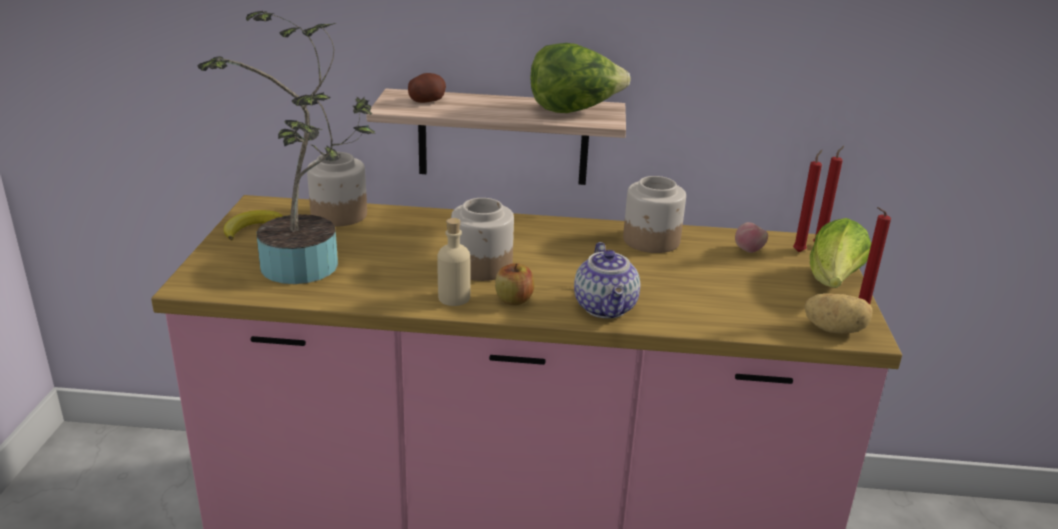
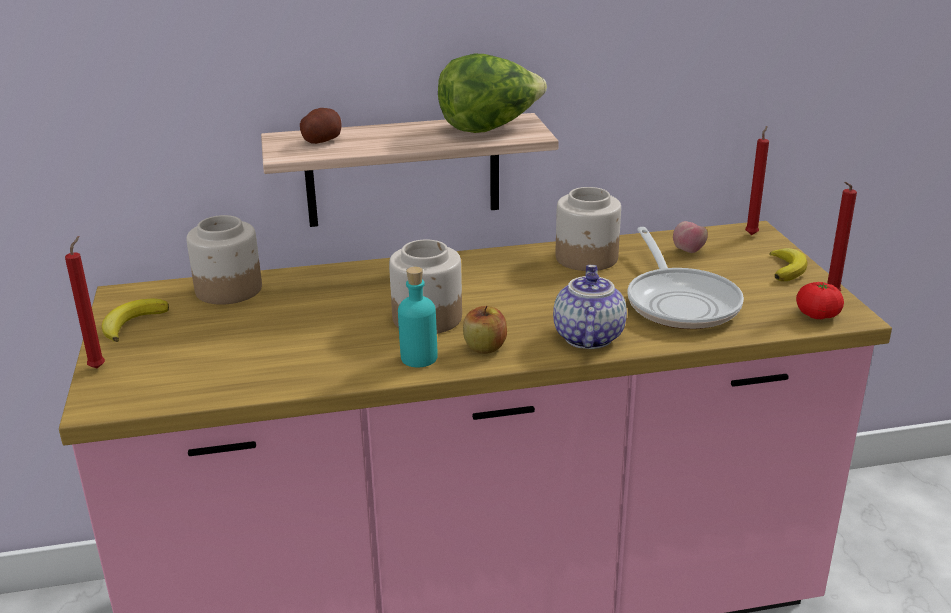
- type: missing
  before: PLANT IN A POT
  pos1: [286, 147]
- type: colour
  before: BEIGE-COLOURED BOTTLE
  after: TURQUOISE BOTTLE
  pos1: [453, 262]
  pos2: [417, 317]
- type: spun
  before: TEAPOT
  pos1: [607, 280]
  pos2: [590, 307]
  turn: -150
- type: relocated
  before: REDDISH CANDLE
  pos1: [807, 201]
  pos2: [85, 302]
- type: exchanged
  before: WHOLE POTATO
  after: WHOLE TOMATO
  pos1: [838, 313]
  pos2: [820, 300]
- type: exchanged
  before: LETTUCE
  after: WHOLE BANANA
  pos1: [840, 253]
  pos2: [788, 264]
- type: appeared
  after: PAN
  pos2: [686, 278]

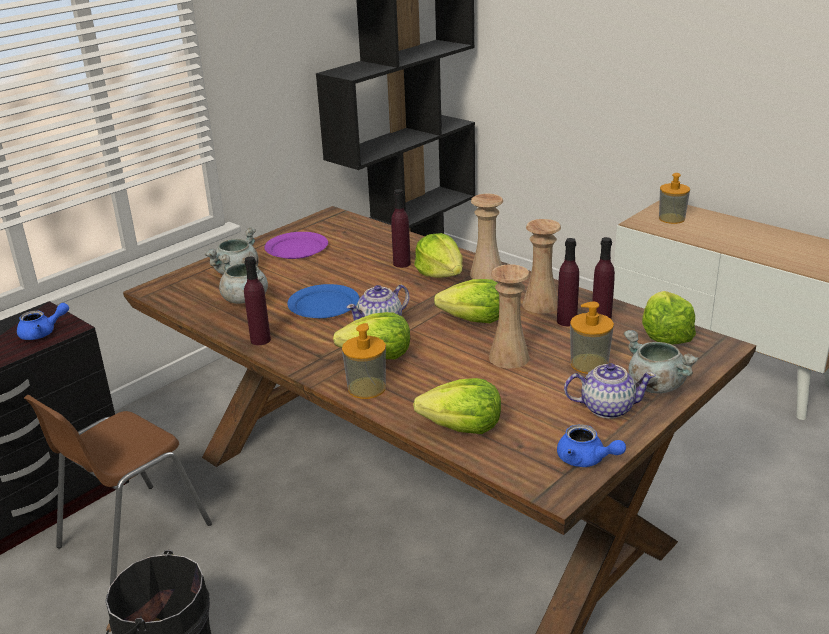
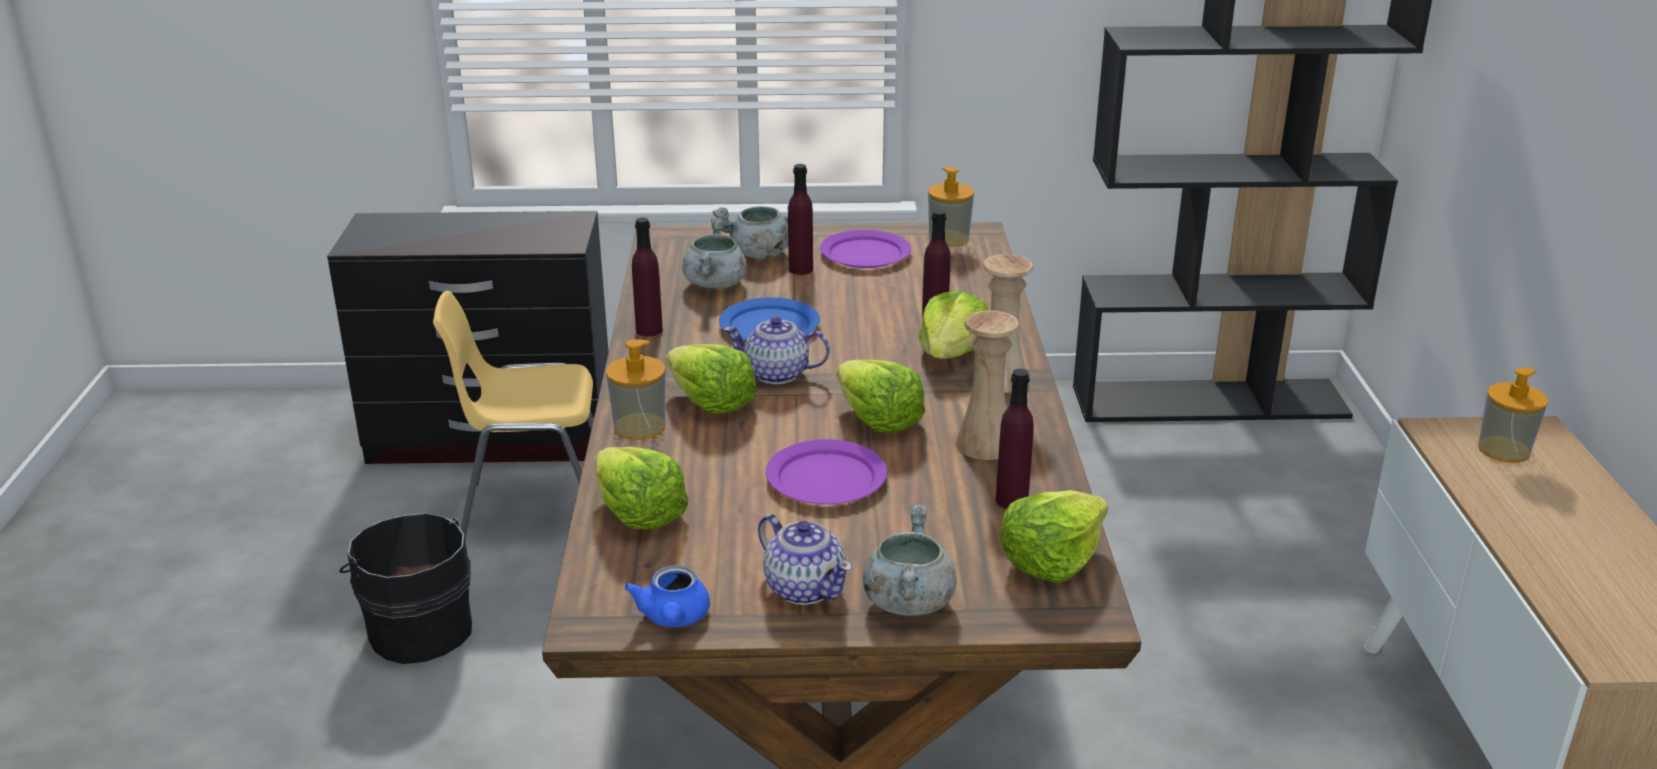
- type: missing
  before: BLUE-COLOURED TEAPOT
  pos1: [43, 321]
- type: colour
  before: BROWN-COLOURED CHAIR
  after: YELLOW-COLOURED CHAIR
  pos1: [118, 490]
  pos2: [513, 415]
- type: exchanged
  before: BEIGE-COLOURED DECORATIVE VASE
  after: PURPLE PLATE
  pos1: [509, 316]
  pos2: [826, 471]
- type: relocated
  before: PURPLE BOTTLE
  pos1: [568, 282]
  pos2: [800, 219]
- type: relocated
  before: LIQUID SOAP BOTTLE
  pos1: [592, 338]
  pos2: [951, 207]

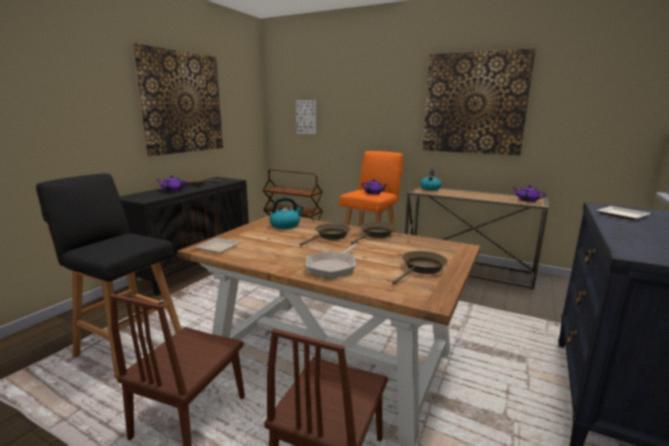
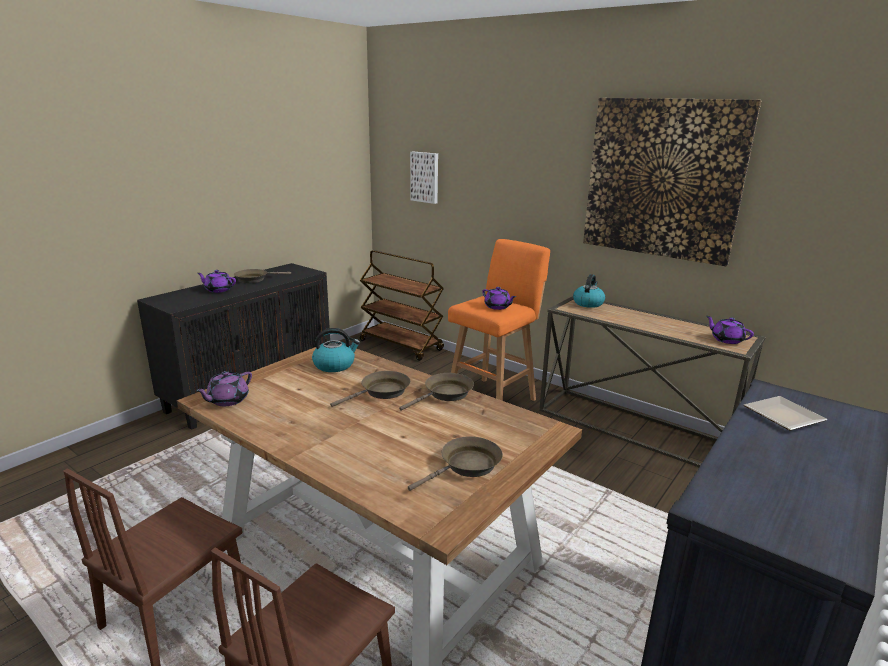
- type: missing
  before: BLACKISH STOOL SEAT
  pos1: [108, 276]
- type: missing
  before: WALL PICTURE
  pos1: [177, 99]
- type: exchanged
  before: PLATE
  after: PURPLE TEAPOT
  pos1: [217, 245]
  pos2: [223, 388]
- type: missing
  before: PAN
  pos1: [331, 261]

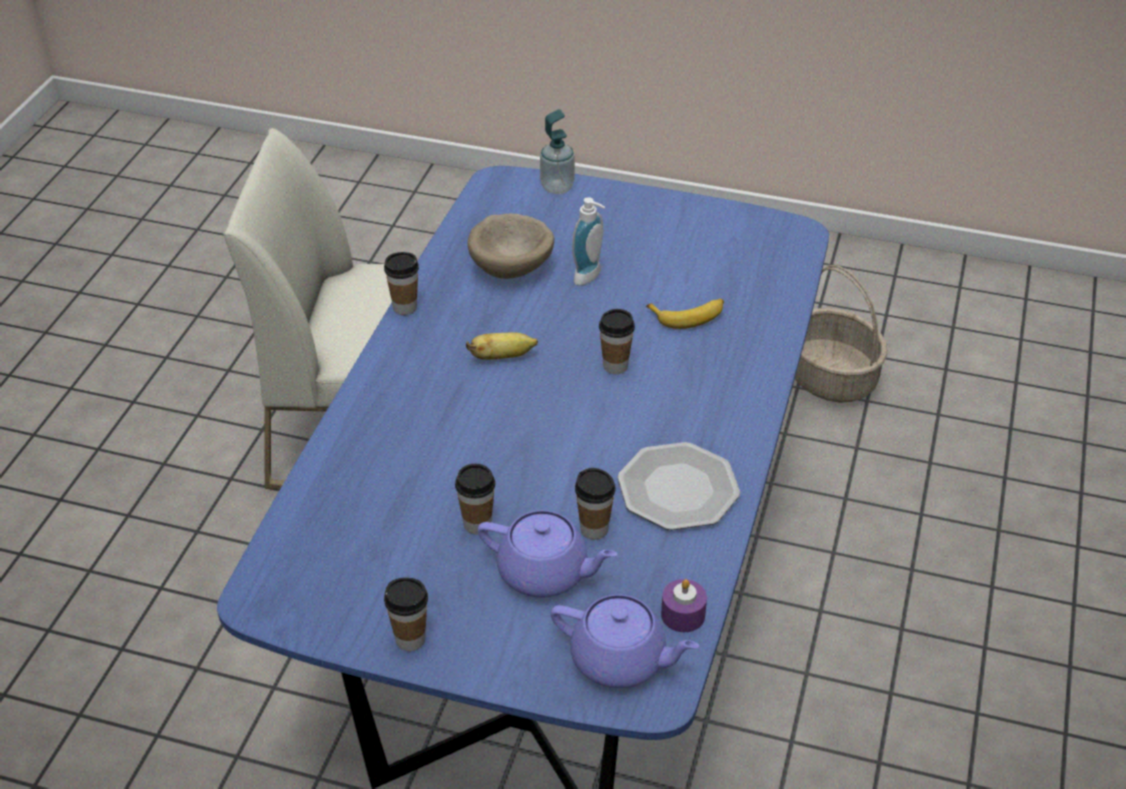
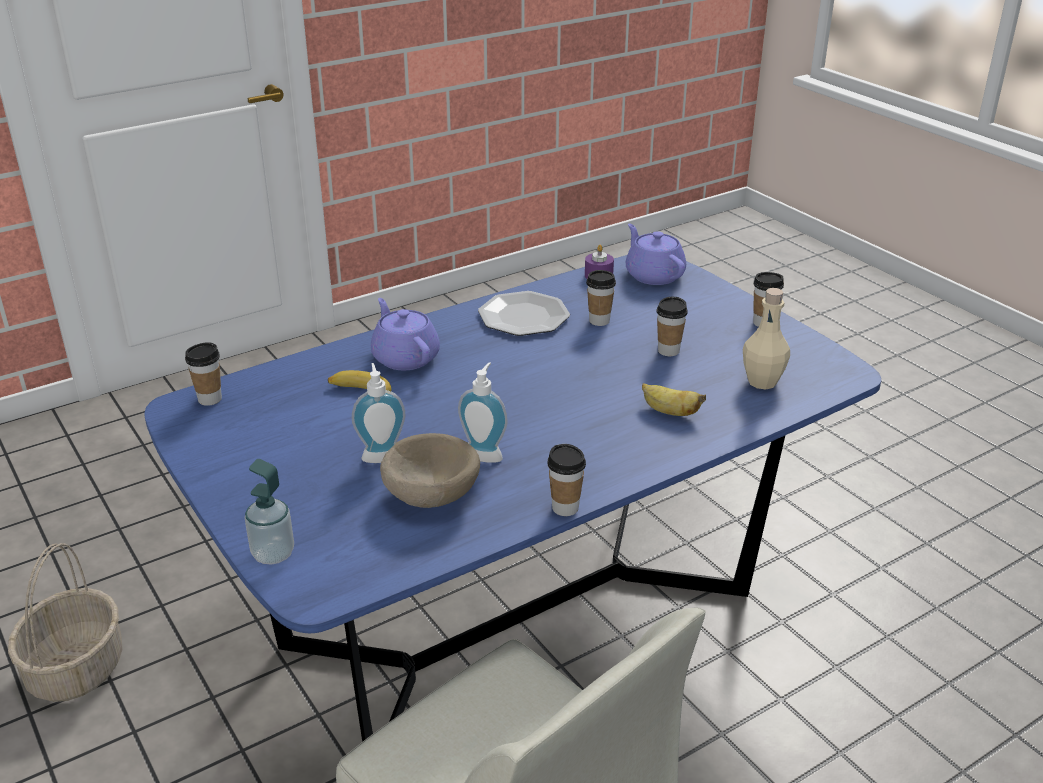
- type: relocated
  before: WHOLE BANANA
  pos1: [502, 346]
  pos2: [674, 399]
- type: relocated
  before: PURPLE TEAPOT
  pos1: [547, 554]
  pos2: [405, 334]
- type: relocated
  before: SMALL CUP
  pos1: [617, 341]
  pos2: [203, 374]
- type: appeared
  after: LIQUID SOAP BOTTLE
  pos2: [482, 412]
- type: appeared
  after: BEIGE-COLOURED BOTTLE
  pos2: [766, 339]

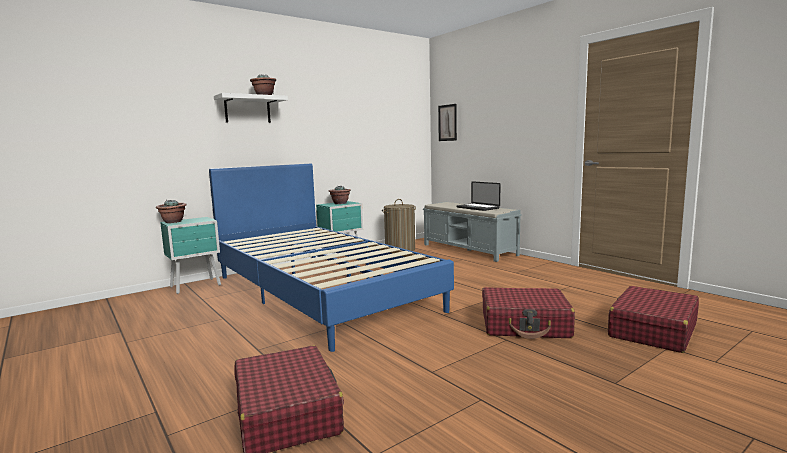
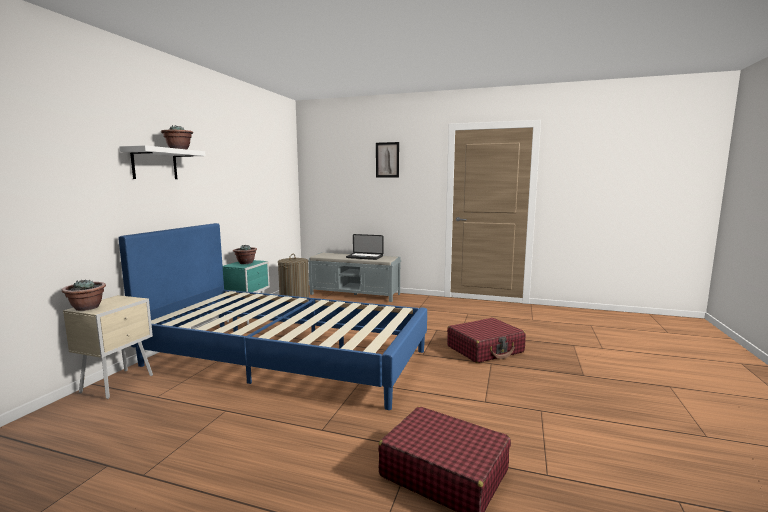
- type: colour
  before: TURQUOISE NIGHTSTAND
  after: BEIGE-COLOURED NIGHTSTAND
  pos1: [190, 255]
  pos2: [108, 347]
- type: relocated
  before: WALL PICTURE
  pos1: [447, 122]
  pos2: [387, 160]
- type: missing
  before: REDDISH SUITCASE
  pos1: [653, 319]

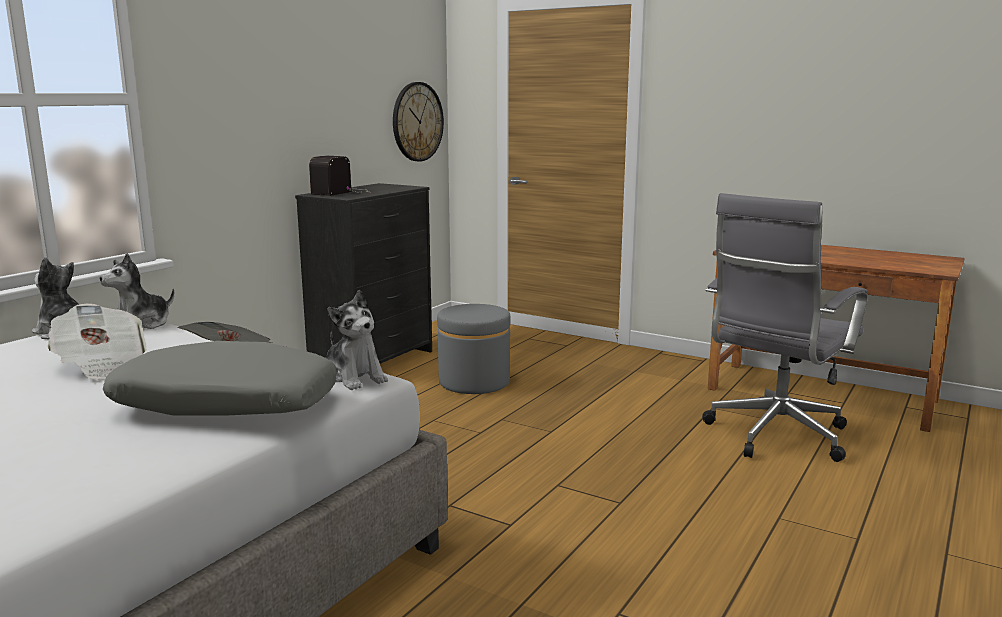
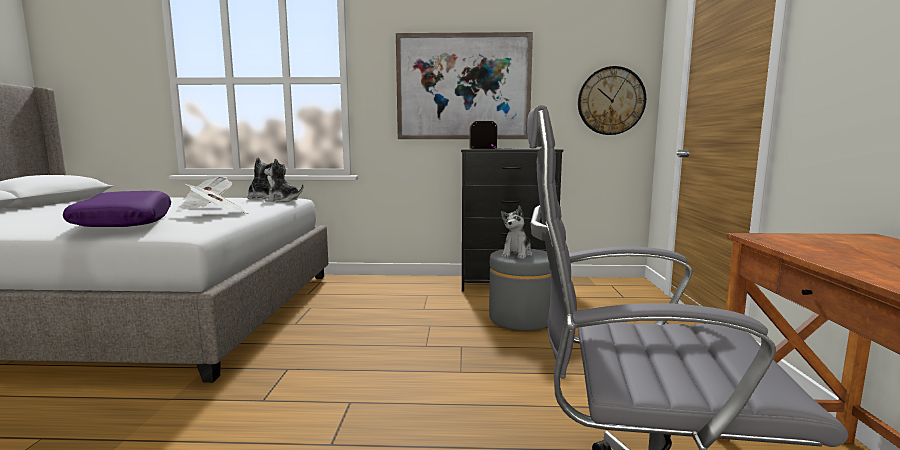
- type: colour
  before: GRAY PILLOW
  after: PURPLE PILLOW
  pos1: [220, 378]
  pos2: [117, 209]
- type: relocated
  before: CUDDLY TOY
  pos1: [357, 340]
  pos2: [517, 232]
- type: appeared
  after: WALL PICTURE
  pos2: [464, 85]

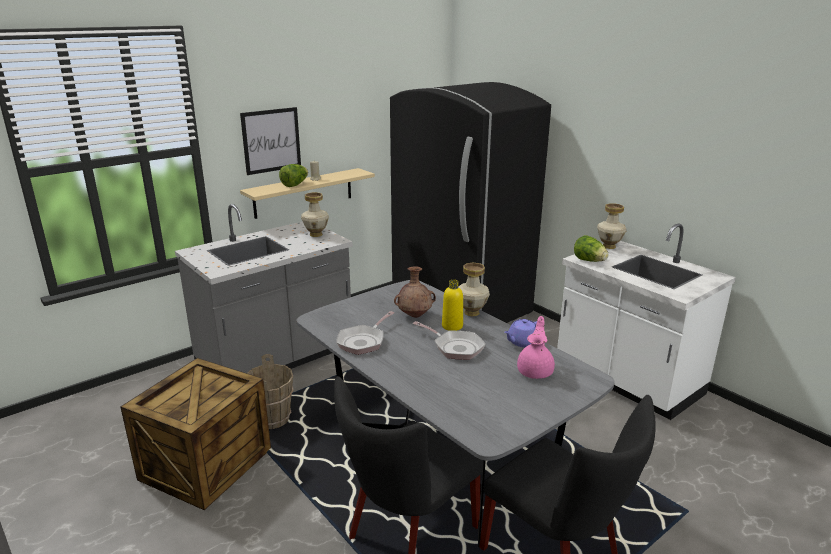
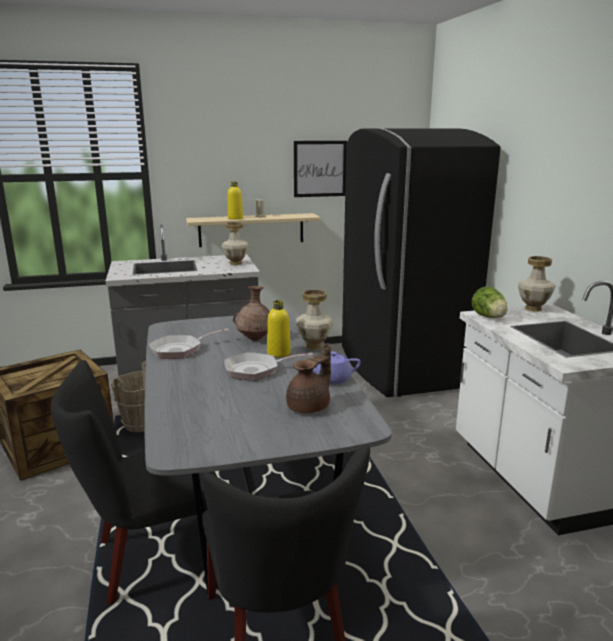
- type: relocated
  before: WALL PICTURE
  pos1: [270, 141]
  pos2: [320, 169]
- type: exchanged
  before: LETTUCE
  after: YELLOW-COLOURED BOTTLE
  pos1: [293, 175]
  pos2: [235, 201]
- type: spun
  before: PAN
  pos1: [449, 340]
  pos2: [268, 366]
  turn: 105
- type: colour
  before: PINK-COLOURED TEAPOT
  after: BROWN-COLOURED TEAPOT
  pos1: [536, 347]
  pos2: [308, 378]

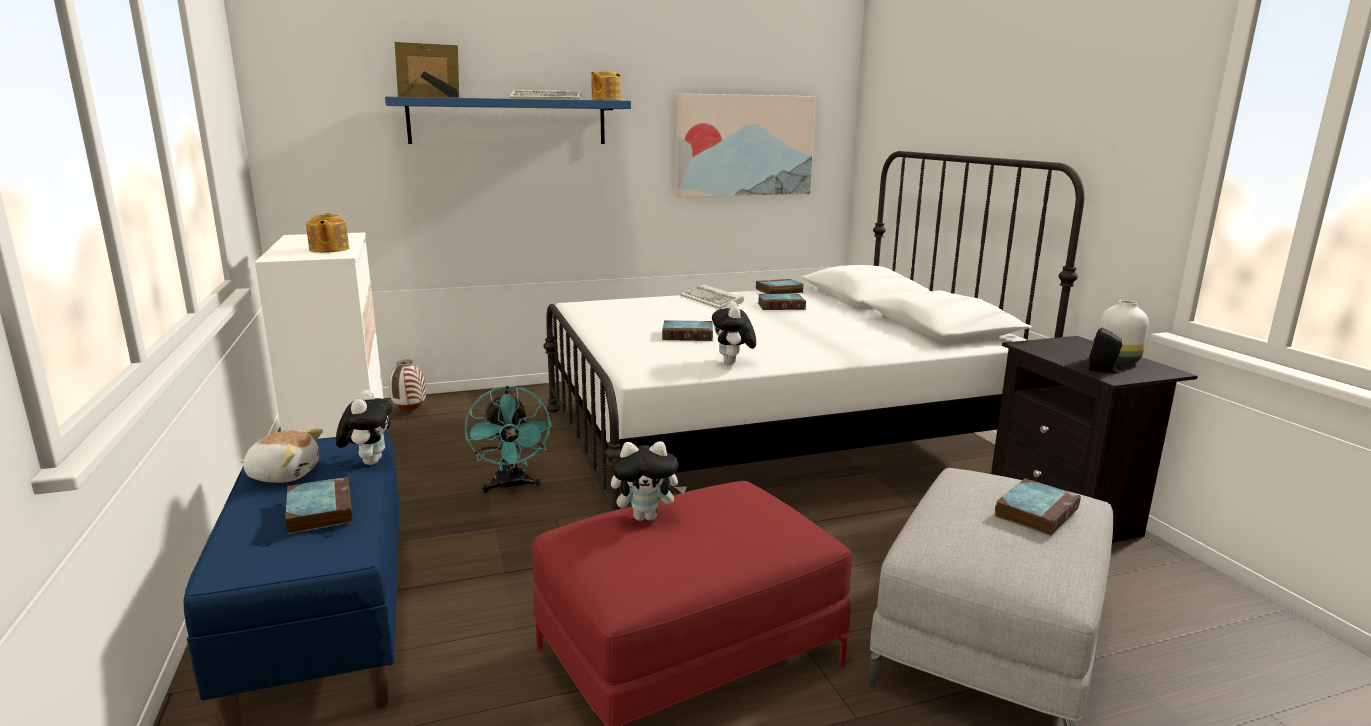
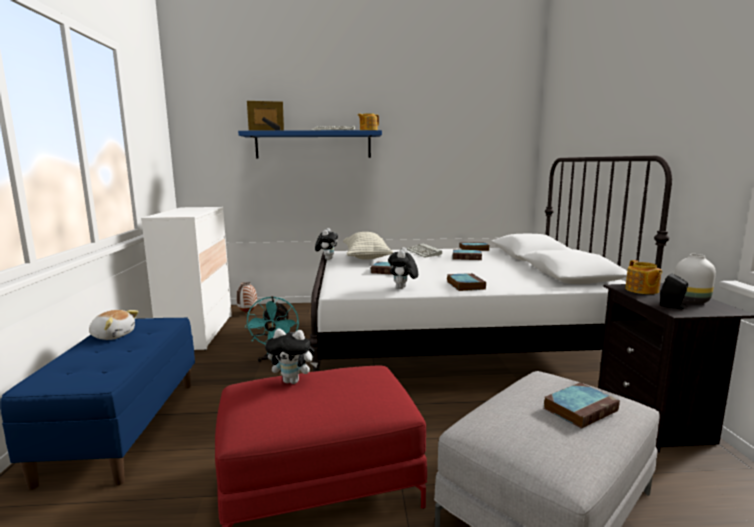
- type: relocated
  before: BOOK
  pos1: [318, 505]
  pos2: [466, 282]
- type: relocated
  before: TEAPOT
  pos1: [327, 233]
  pos2: [643, 277]
- type: relocated
  before: CUDDLY TOY
  pos1: [364, 427]
  pos2: [326, 244]
- type: missing
  before: WALL PICTURE
  pos1: [745, 145]
- type: appeared
  after: PILLOW
  pos2: [368, 246]

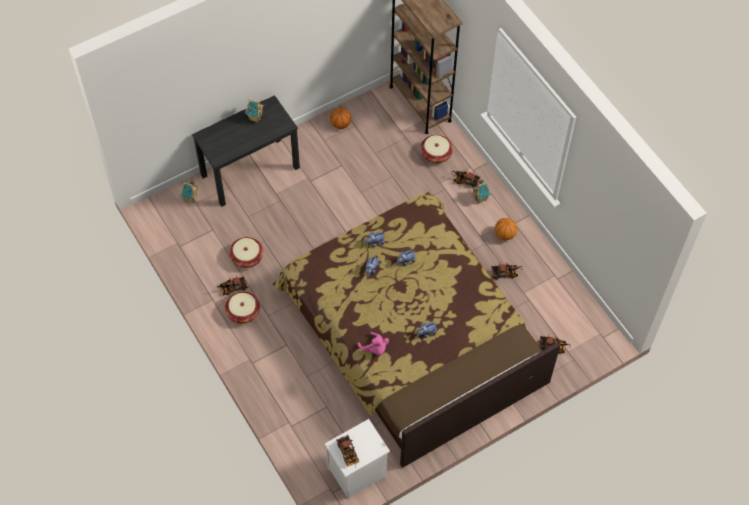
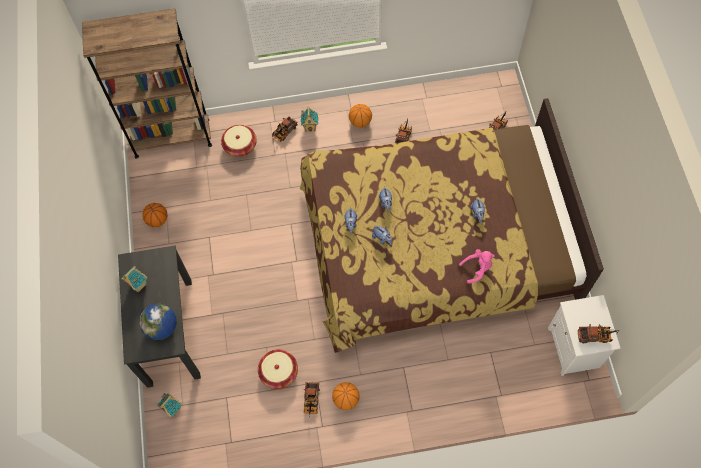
- type: exchanged
  before: STORAGE BASKET
  after: BASKETBALL
  pos1: [242, 307]
  pos2: [345, 396]
- type: appeared
  after: GLOBE
  pos2: [158, 321]

